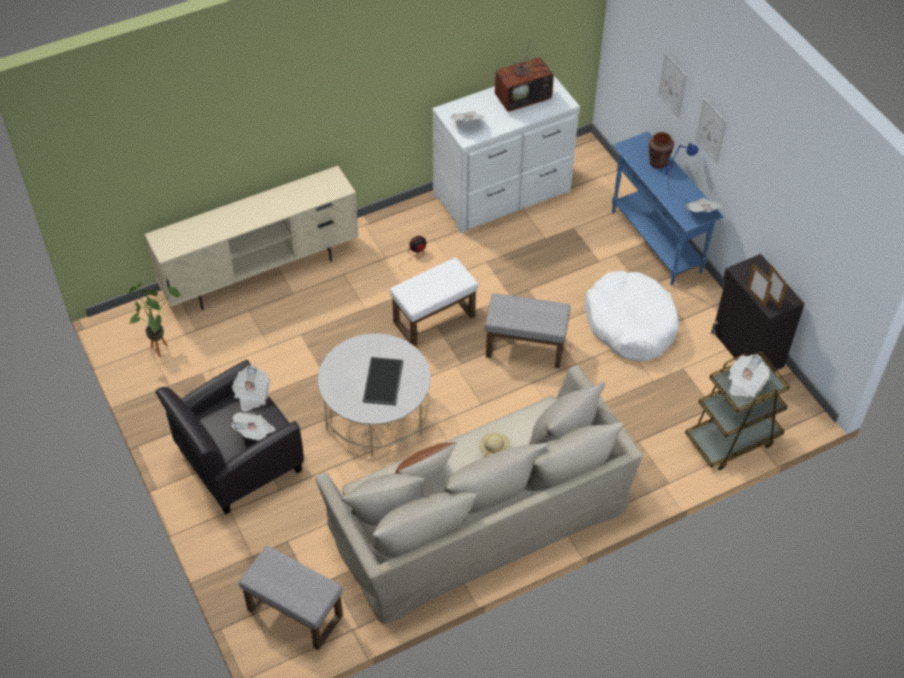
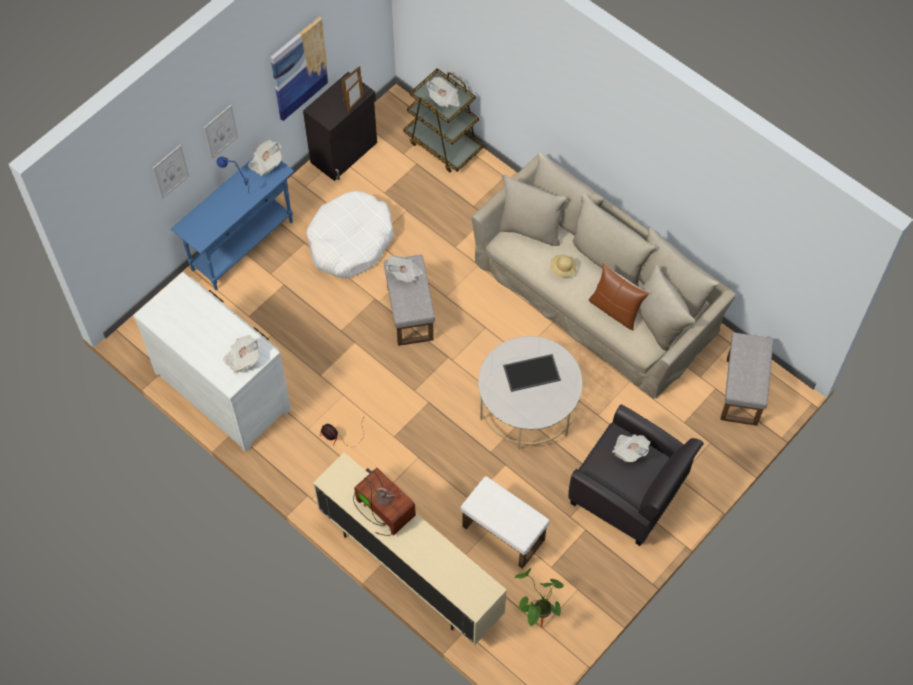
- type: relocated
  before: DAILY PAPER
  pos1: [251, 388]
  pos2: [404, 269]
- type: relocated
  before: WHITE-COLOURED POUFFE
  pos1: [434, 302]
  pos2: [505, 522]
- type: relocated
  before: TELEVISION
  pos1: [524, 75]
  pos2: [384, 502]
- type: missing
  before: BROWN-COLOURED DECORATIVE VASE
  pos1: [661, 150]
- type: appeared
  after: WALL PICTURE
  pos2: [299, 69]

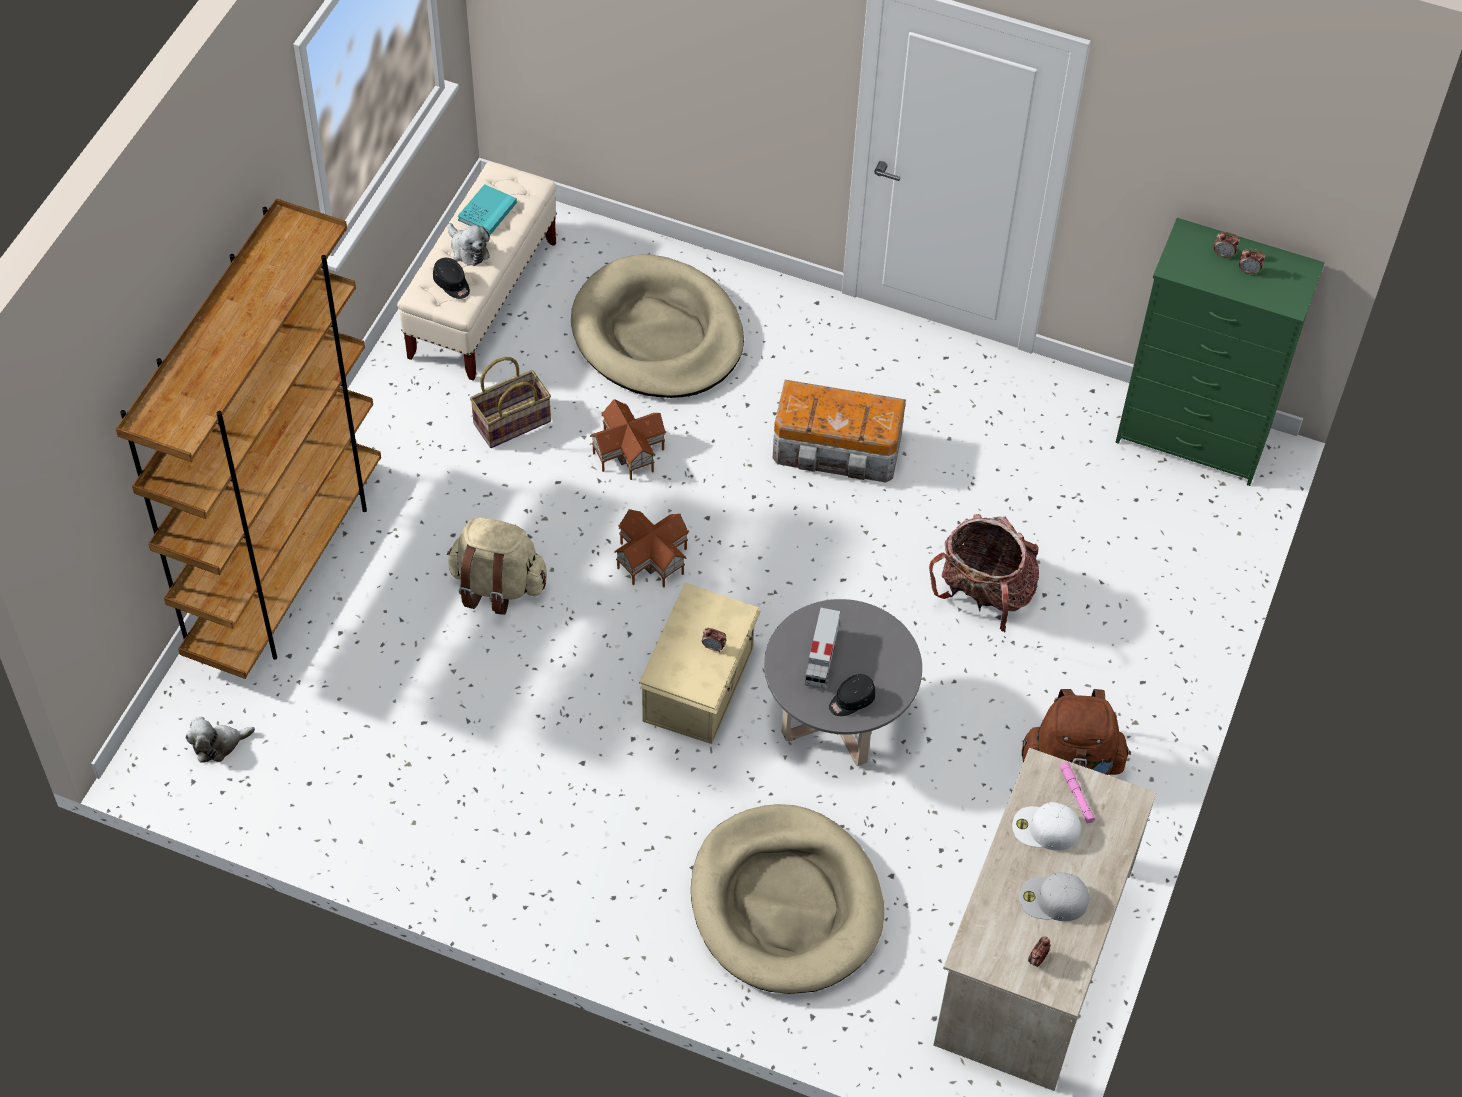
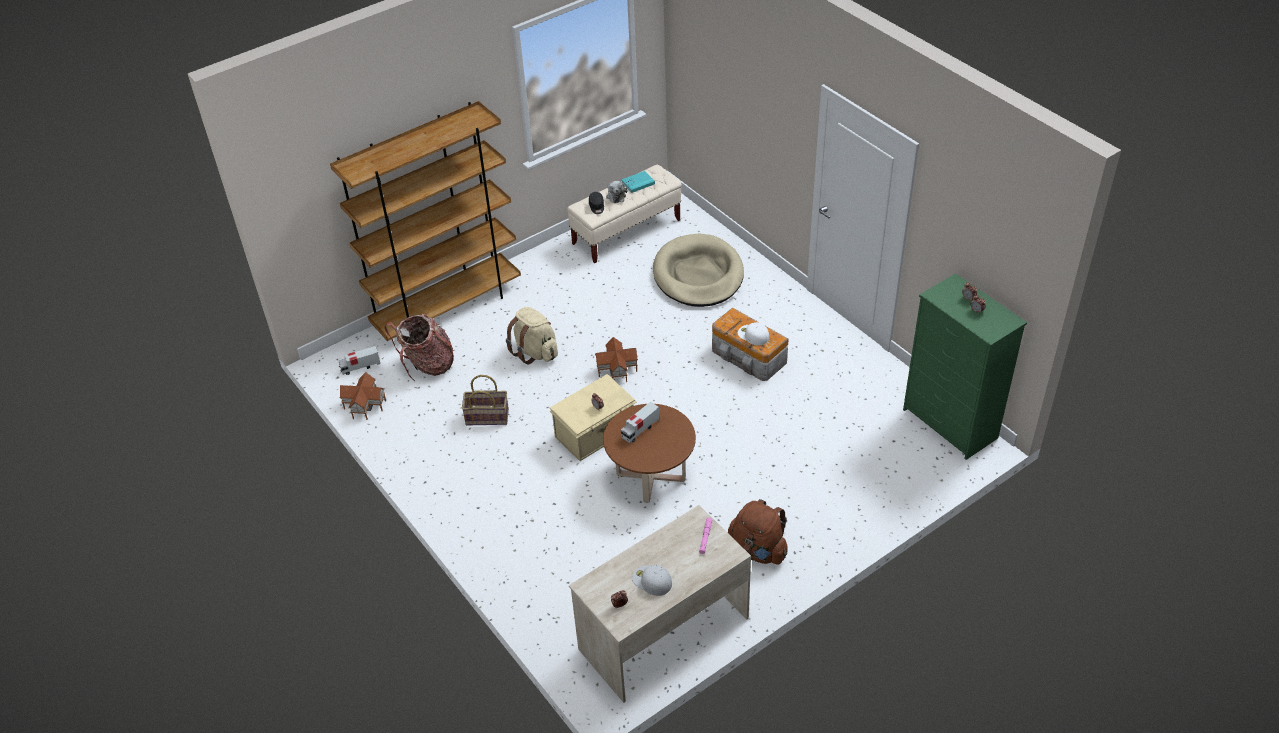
- type: exchanged
  before: CUDDLY TOY
  after: MODEL TRUCK
  pos1: [220, 739]
  pos2: [359, 360]
- type: relocated
  before: STORAGE BASKET
  pos1: [510, 402]
  pos2: [485, 400]
- type: relocated
  before: MODEL HOUSE
  pos1: [628, 439]
  pos2: [362, 396]
- type: missing
  before: BEIGE-COLOURED DOG CUSHION
  pos1: [787, 899]
- type: colour
  before: GRAY LOW TABLE
  after: BROWN-COLOURED LOW TABLE
  pos1: [843, 682]
  pos2: [649, 453]
- type: missing
  before: BLACKISH CAP
  pos1: [852, 695]
- type: relocated
  before: BACKPACK
  pos1: [984, 573]
  pos2: [419, 347]
- type: relocated
  before: WHITE-COLOURED CAP
  pos1: [1046, 826]
  pos2: [753, 334]

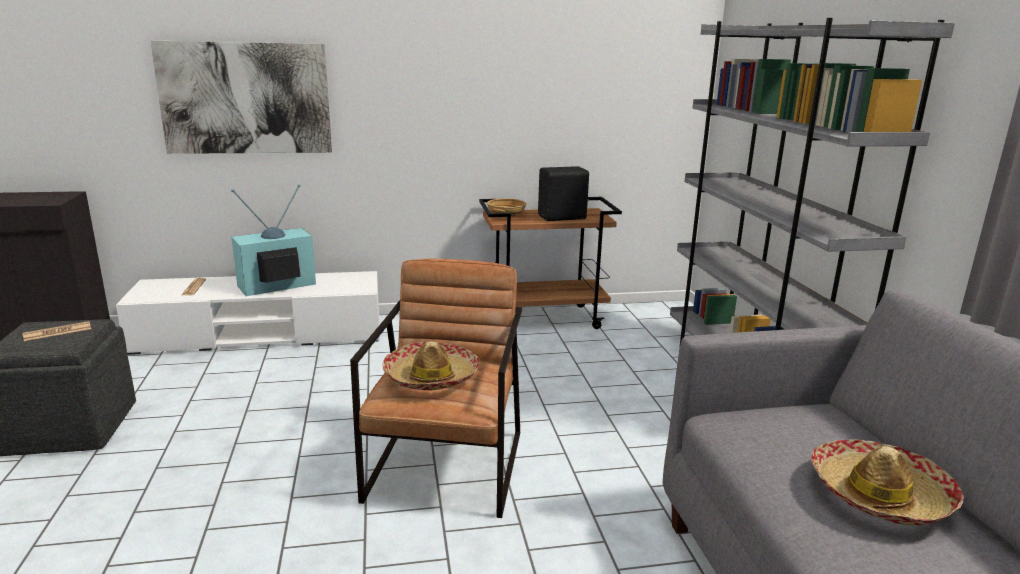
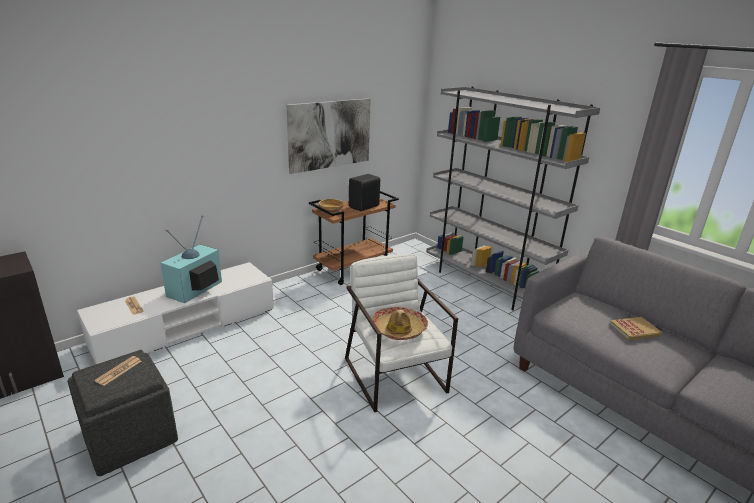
- type: relocated
  before: WALL PICTURE
  pos1: [241, 97]
  pos2: [329, 136]
- type: colour
  before: BROWN-COLOURED ARMCHAIR
  after: WHITE-COLOURED ARMCHAIR
  pos1: [436, 388]
  pos2: [401, 333]
- type: exchanged
  before: CLOTHING HAT
  after: BOOK
  pos1: [887, 482]
  pos2: [635, 328]

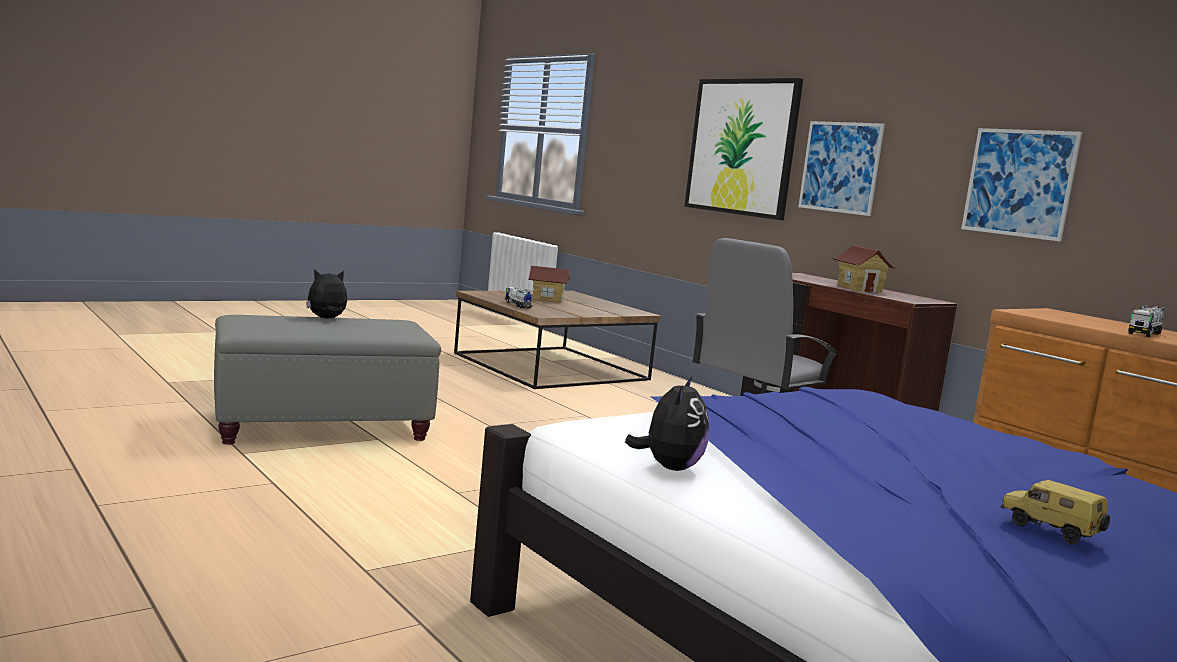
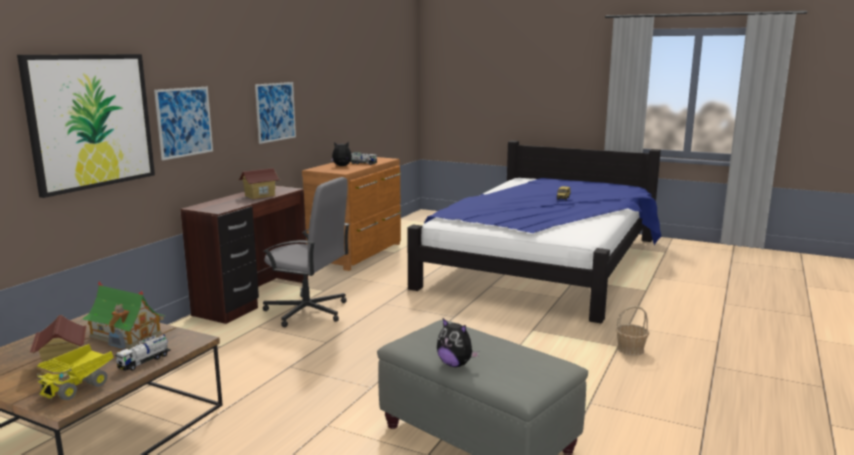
- type: relocated
  before: CUDDLY TOY
  pos1: [667, 423]
  pos2: [341, 154]
- type: appeared
  after: MODEL TRUCK
  pos2: [75, 372]
- type: appeared
  after: MODEL HOUSE
  pos2: [123, 315]
- type: appeared
  after: STORAGE BASKET
  pos2: [632, 331]

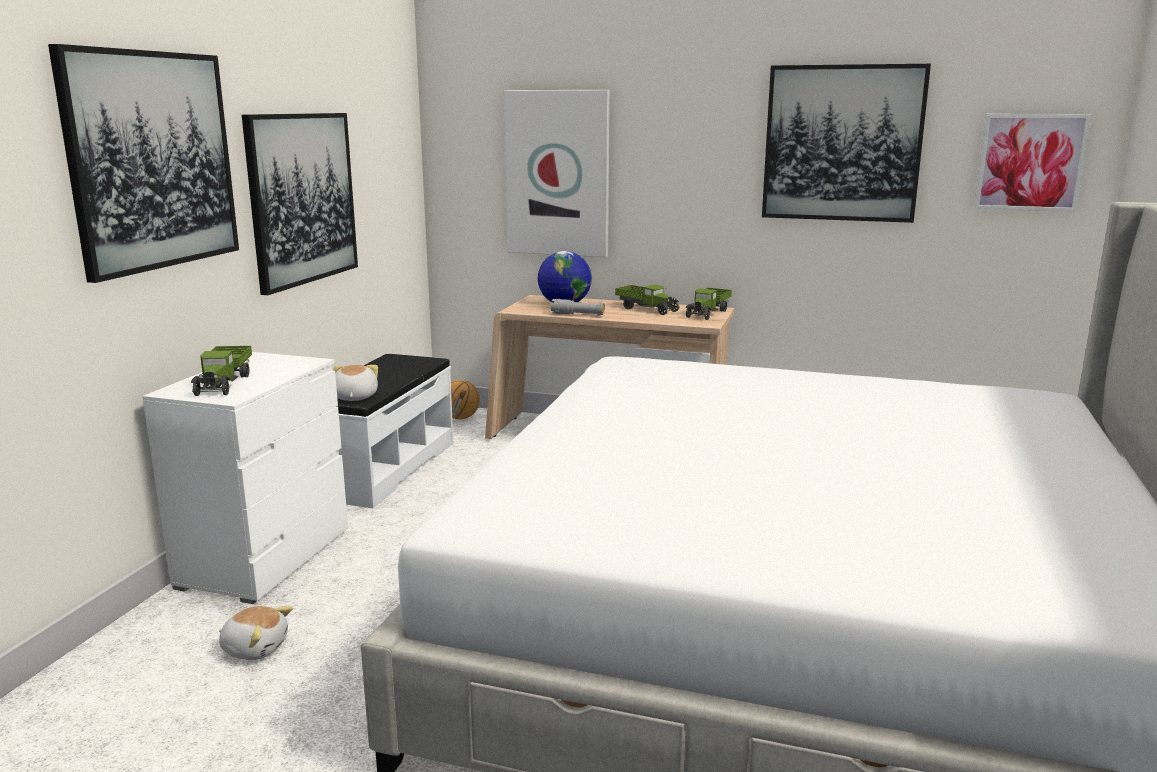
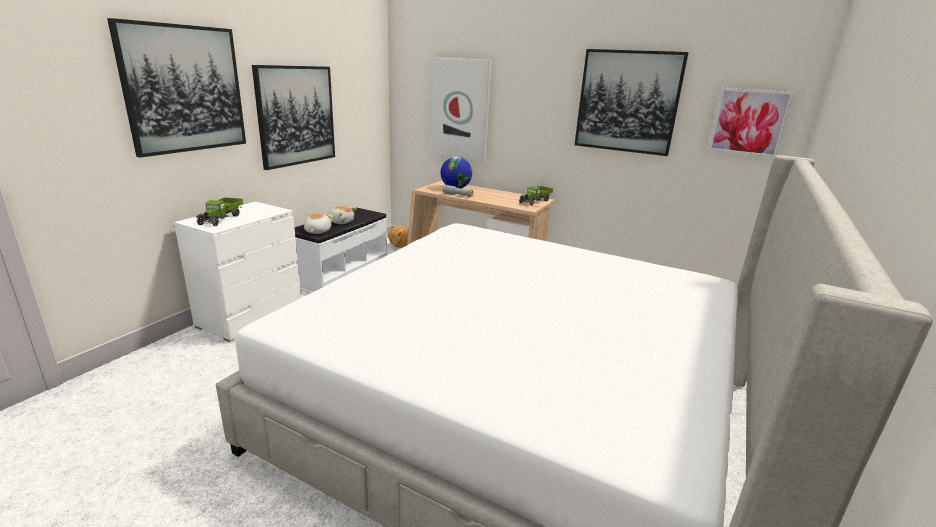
- type: relocated
  before: CUDDLY TOY
  pos1: [256, 633]
  pos2: [343, 215]
- type: missing
  before: MODEL TRUCK
  pos1: [647, 299]

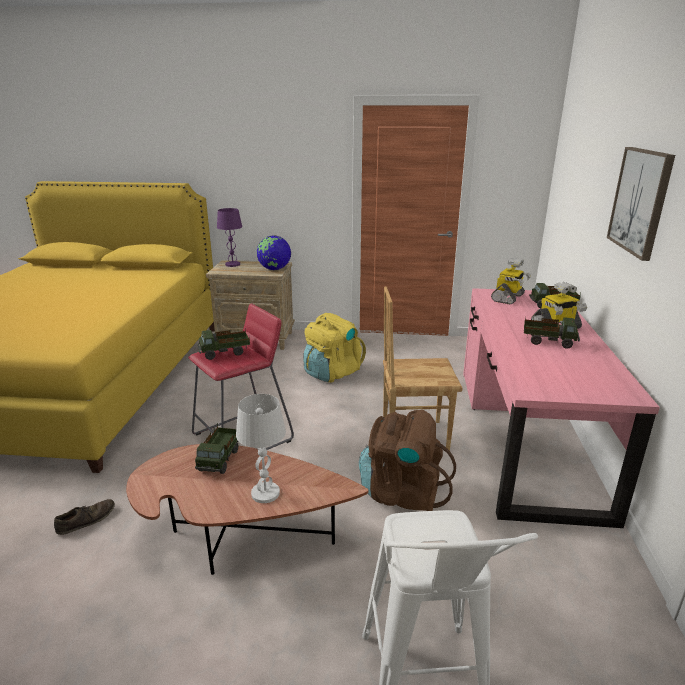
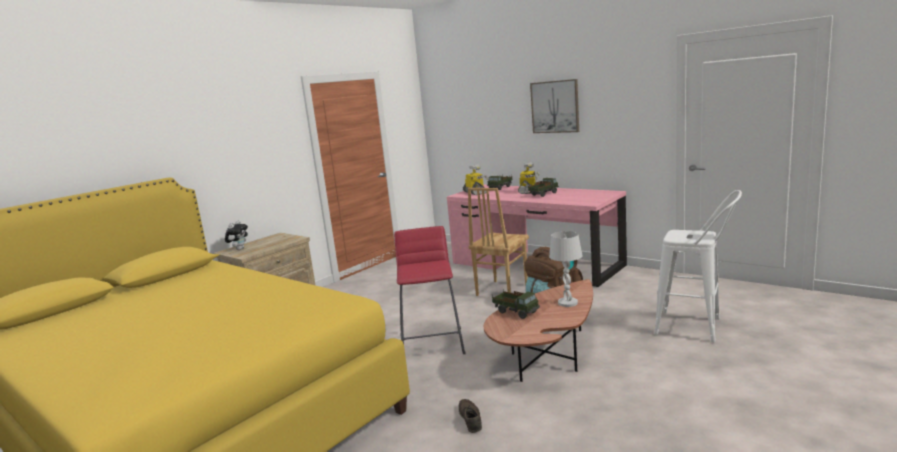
- type: missing
  before: MODEL TRUCK
  pos1: [223, 344]
- type: exchanged
  before: PURPLE LAMP FOR A TABLE
  after: CUDDLY TOY
  pos1: [229, 237]
  pos2: [236, 235]
- type: missing
  before: GLOBE
  pos1: [274, 253]
- type: missing
  before: YELLOW-COLOURED BACKPACK
  pos1: [335, 347]

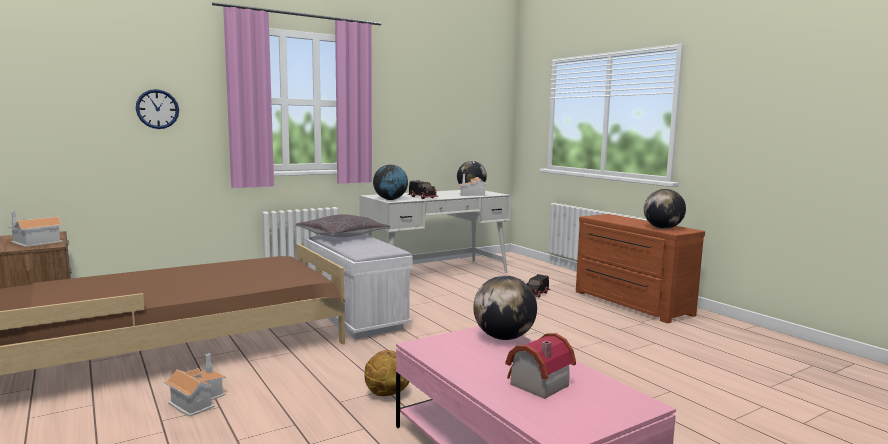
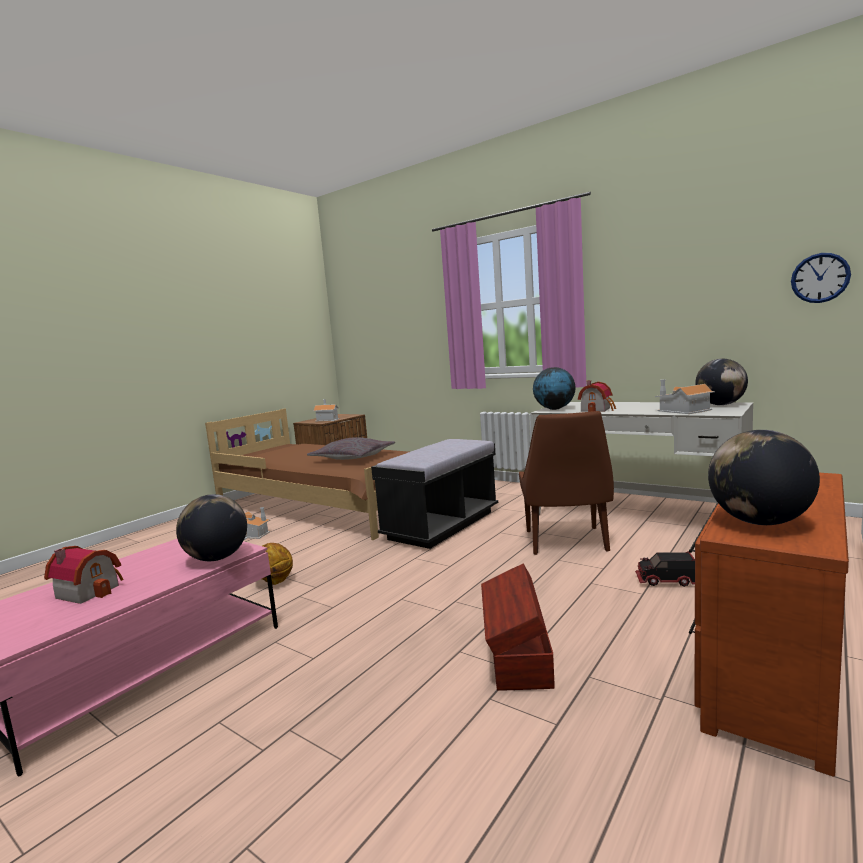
- type: relocated
  before: HANGING CLOCK
  pos1: [157, 109]
  pos2: [821, 278]
- type: relocated
  before: GRAY PILLOW
  pos1: [343, 225]
  pos2: [351, 448]
- type: colour
  before: WHITE-COLOURED INDOOR BENCH
  after: BLACKISH INDOOR BENCH
  pos1: [359, 286]
  pos2: [434, 494]
- type: exchanged
  before: MODEL TRUCK
  after: MODEL HOUSE
  pos1: [423, 189]
  pos2: [597, 396]
- type: appeared
  after: BROWN-COLOURED STORAGE CONTAINER
  pos2: [518, 627]
- type: appeared
  after: BROWN-COLOURED CHAIR
  pos2: [566, 483]

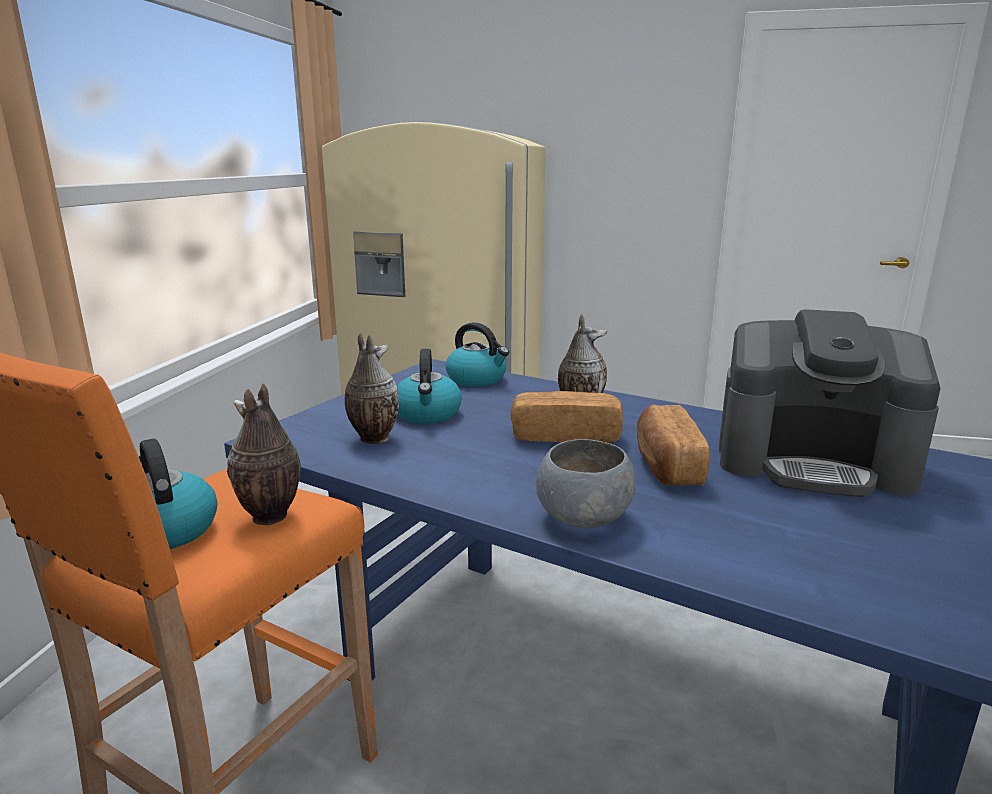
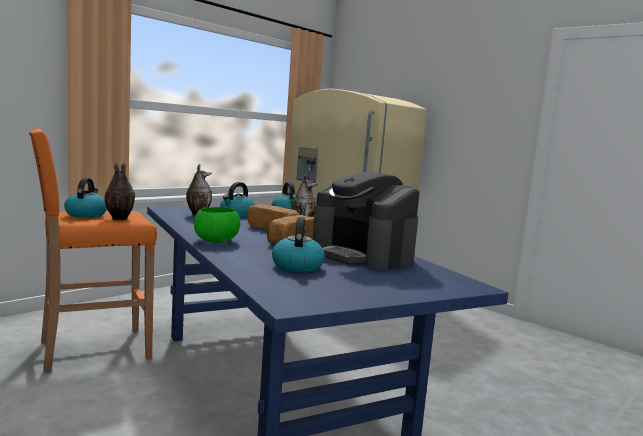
- type: colour
  before: GRAY SERVING BOWL
  after: GREEN-COLOURED SERVING BOWL
  pos1: [586, 483]
  pos2: [217, 225]
- type: appeared
  after: KETTLE
  pos2: [298, 245]

